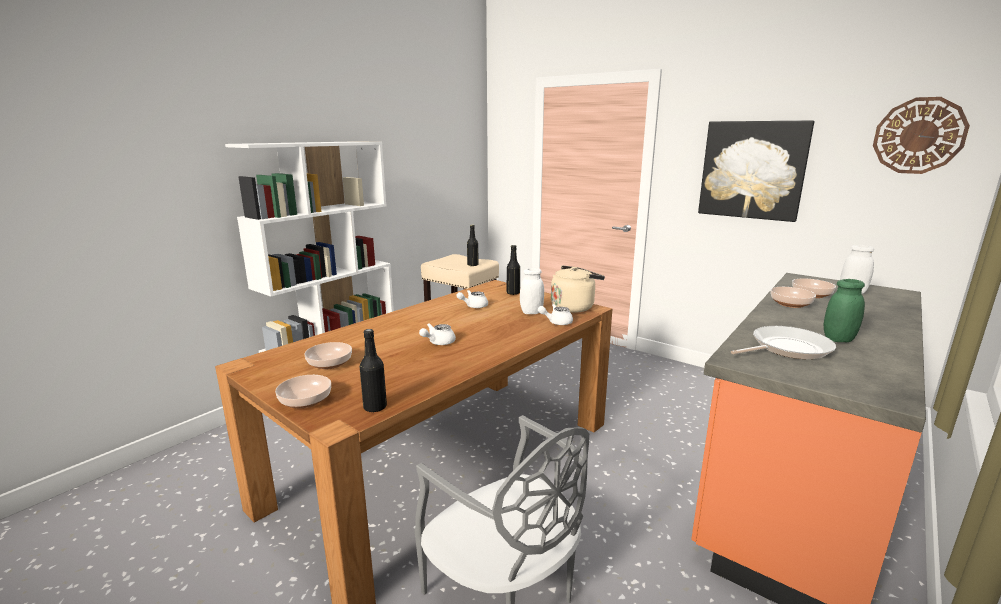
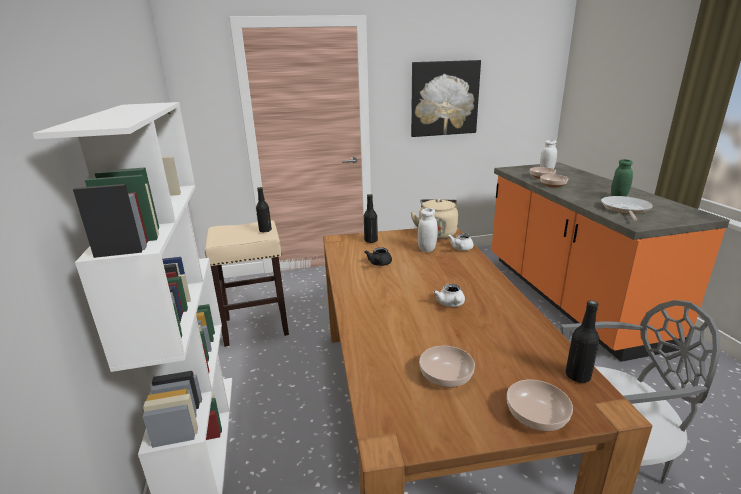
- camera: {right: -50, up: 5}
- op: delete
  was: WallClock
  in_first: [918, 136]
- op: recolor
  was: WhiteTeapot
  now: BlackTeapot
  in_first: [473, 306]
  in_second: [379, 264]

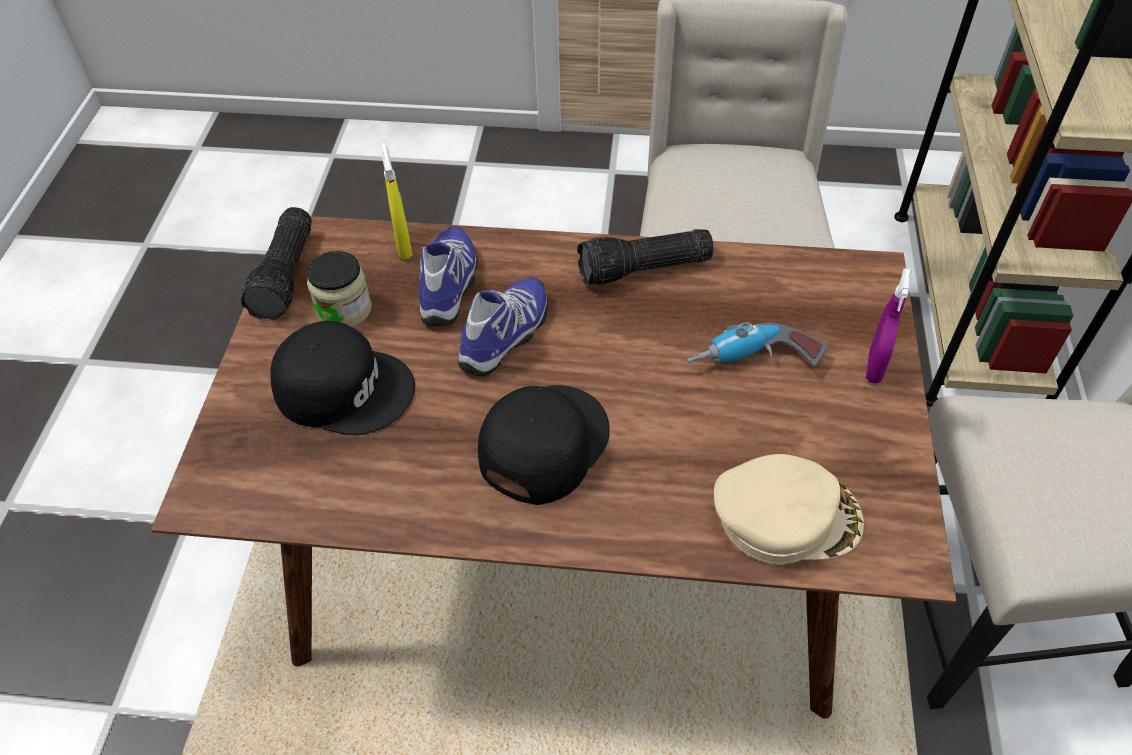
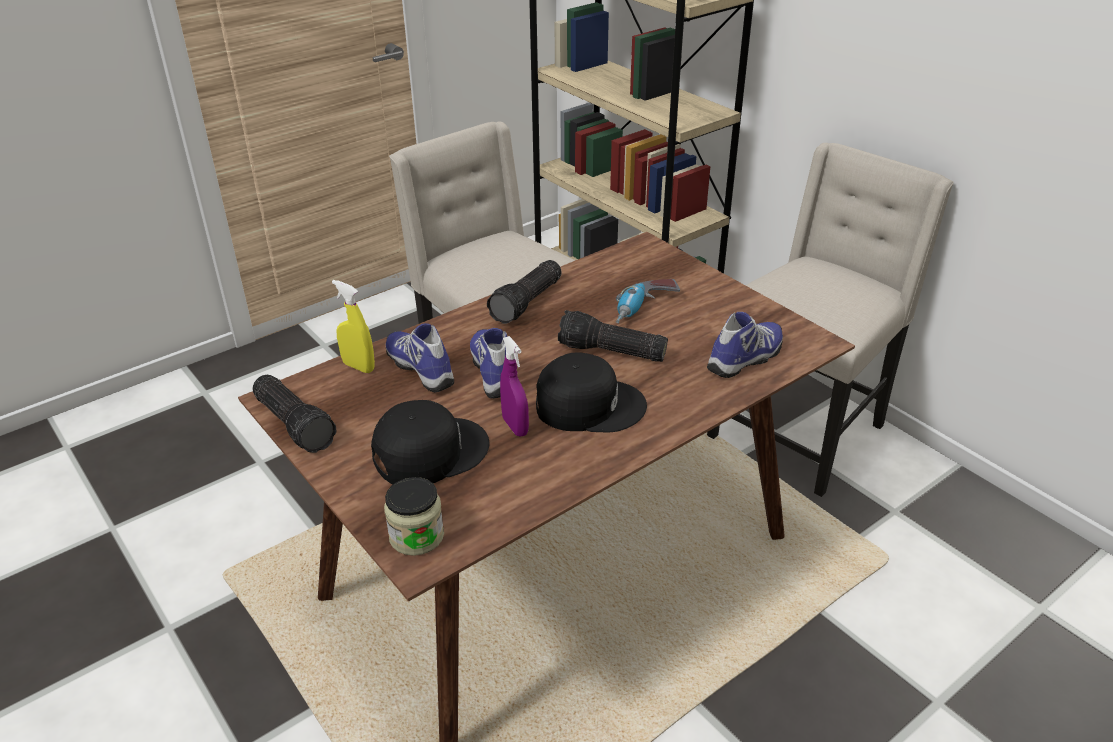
- camera: {right: -45, up: -15}
- op: insert
  now: Flashlight
  in_second: [610, 352]
- op: move
  was: Jar
  in_first: [344, 309]
  in_second: [416, 536]
- op: move
  was: PurpleSprayBottle
  in_first: [874, 367]
  in_second: [515, 426]
- op: replace
  was: BeigeCap
  now: Shoe
  in_first: [786, 515]
  in_second: [747, 359]
- op: rotate
  was: BlackCap
  in_first: [542, 443]
  in_second: [589, 404]
  clockwise: 105

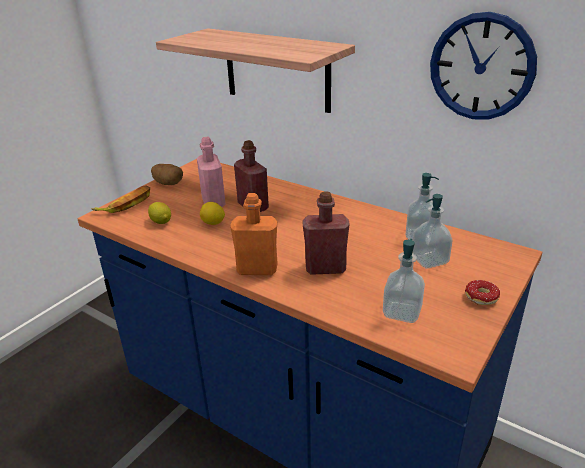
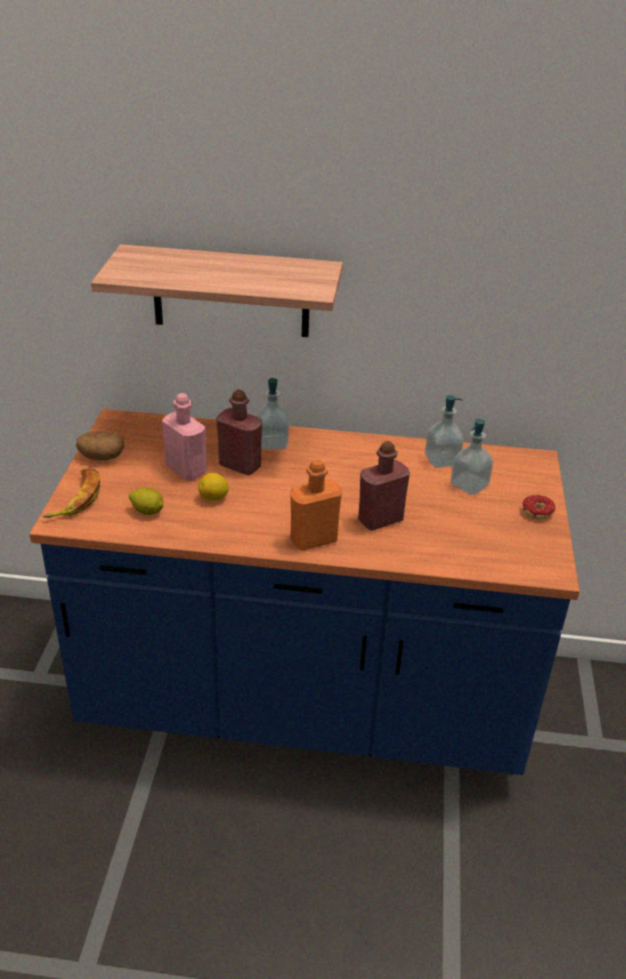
- camera: {right: -30, up: 5}
- op: delete
  was: WallClock
  in_first: [481, 67]
- op: move
  was: SoapDispenser
  in_first: [402, 312]
  in_second: [272, 443]

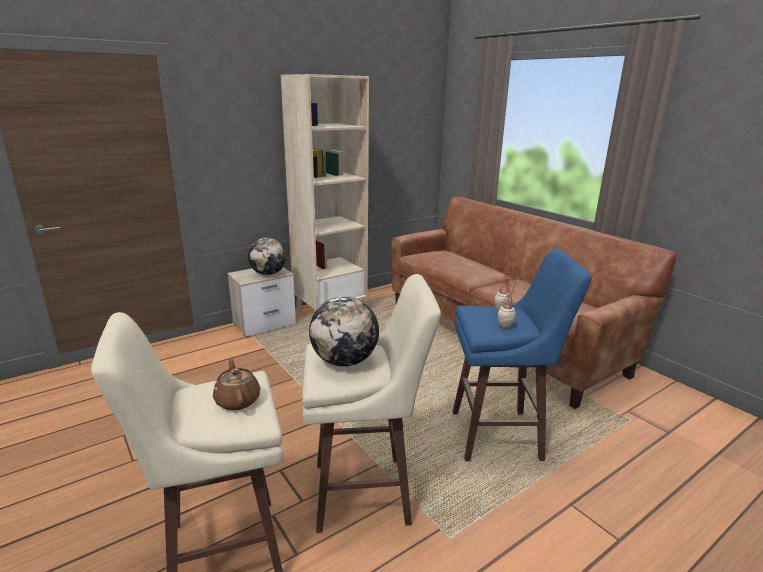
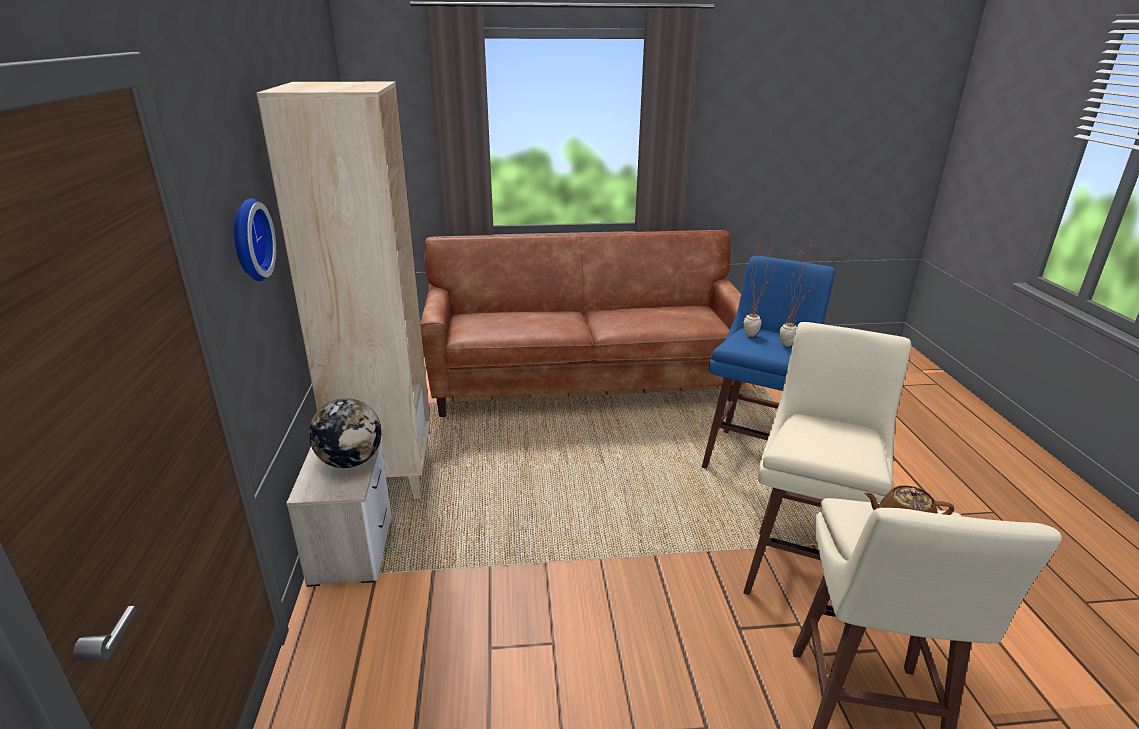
- camera: {right: -60, up: 5}
- op: delete
  was: Globe
  in_first: [344, 361]
- op: insert
  now: WallClock
  in_second: [247, 240]

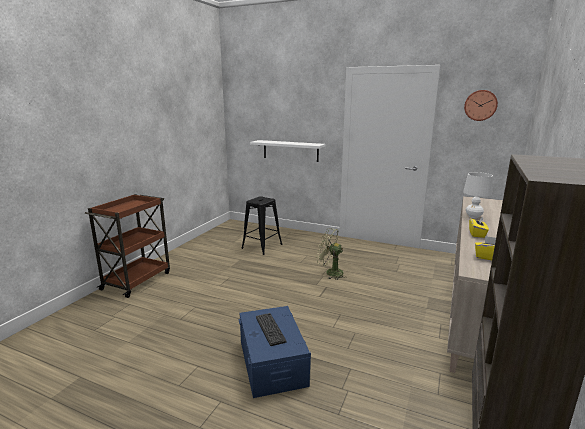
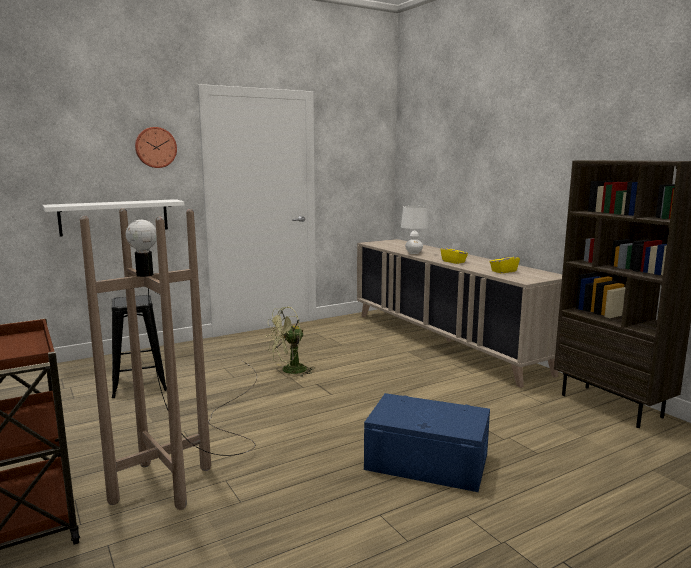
- camera: {right: -55, up: -5}
- op: delete
  was: Keyboard
  in_first: [270, 329]
- op: insert
  now: BrownFloorLamp
  in_second: [202, 445]
- op: move
  was: WallClock
  in_first: [480, 105]
  in_second: [155, 147]

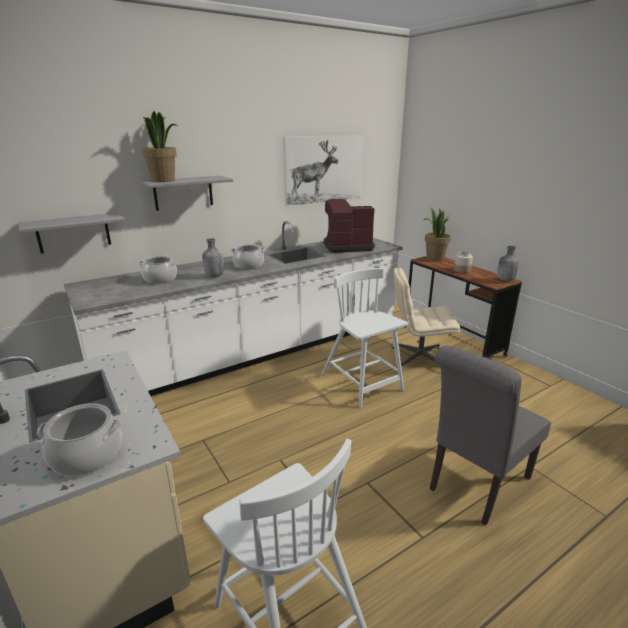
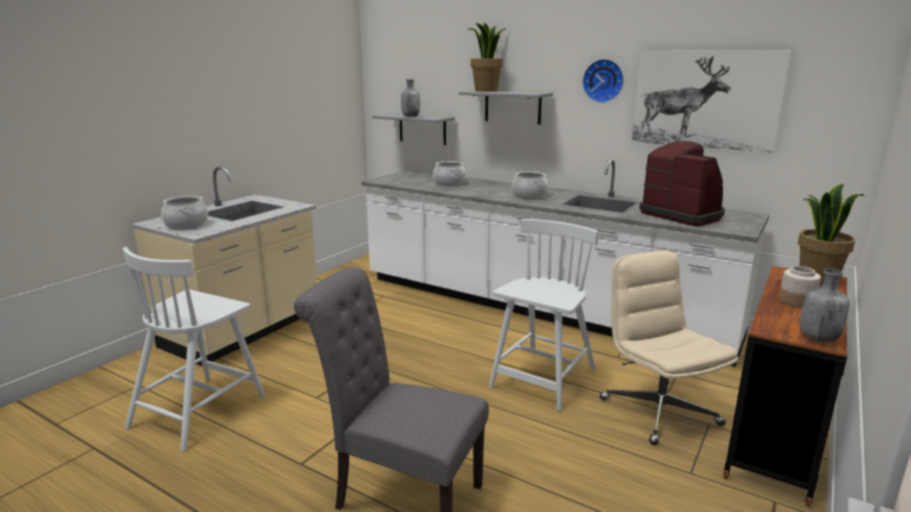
- camera: {right: 65, up: -5}
- op: insert
  now: WallClock
  in_second: [604, 80]
- op: move
  was: GreyBottle
  in_first: [214, 276]
  in_second: [410, 116]

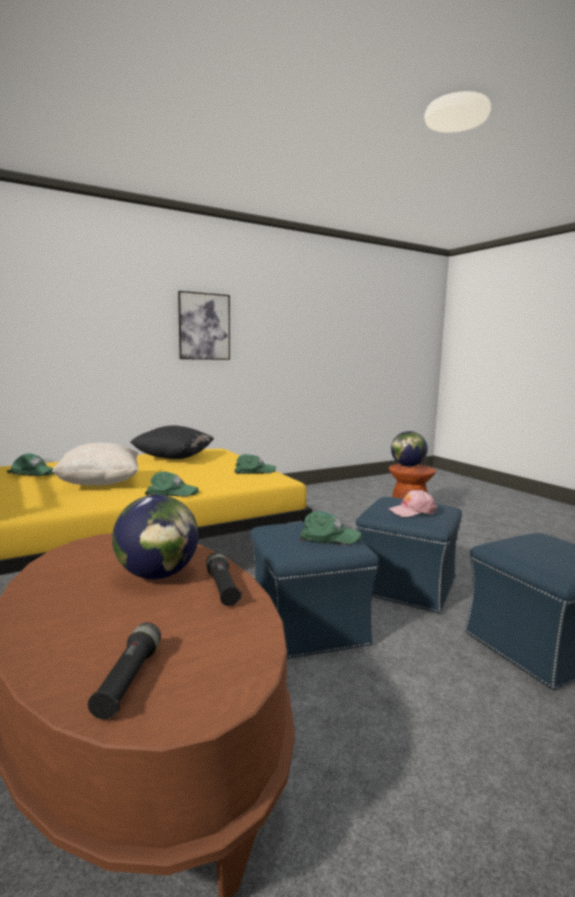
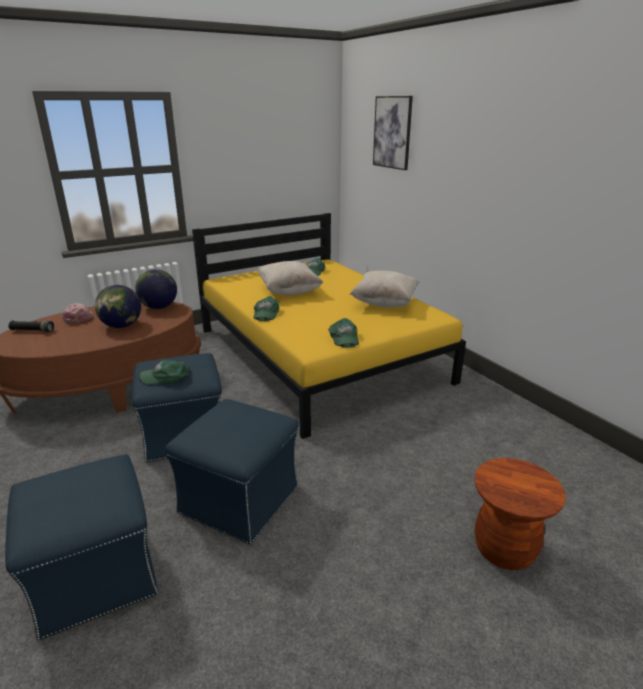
- camera: {right: 90, up: 15}
- op: delete
  was: BlackFlashlight
  in_first: [222, 588]
- op: move
  was: Picture
  in_first: [204, 326]
  in_second: [392, 132]
- op: move
  was: PinkCap
  in_first: [412, 511]
  in_second: [78, 317]
- op: move
  was: Globe
  in_first: [408, 466]
  in_second: [159, 307]
- op: recolor
  was: BlackPillow
  now: BeigePillow
  in_first: [173, 458]
  in_second: [384, 303]
- op: rotate
  was: GreenCap
  in_first: [329, 537]
  in_second: [166, 376]
  clockwise: 75

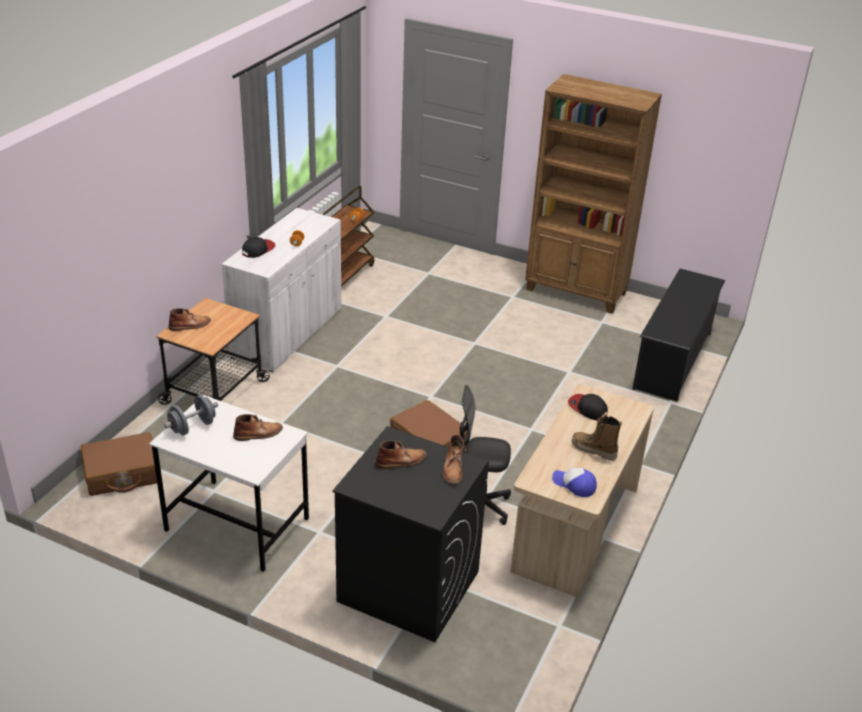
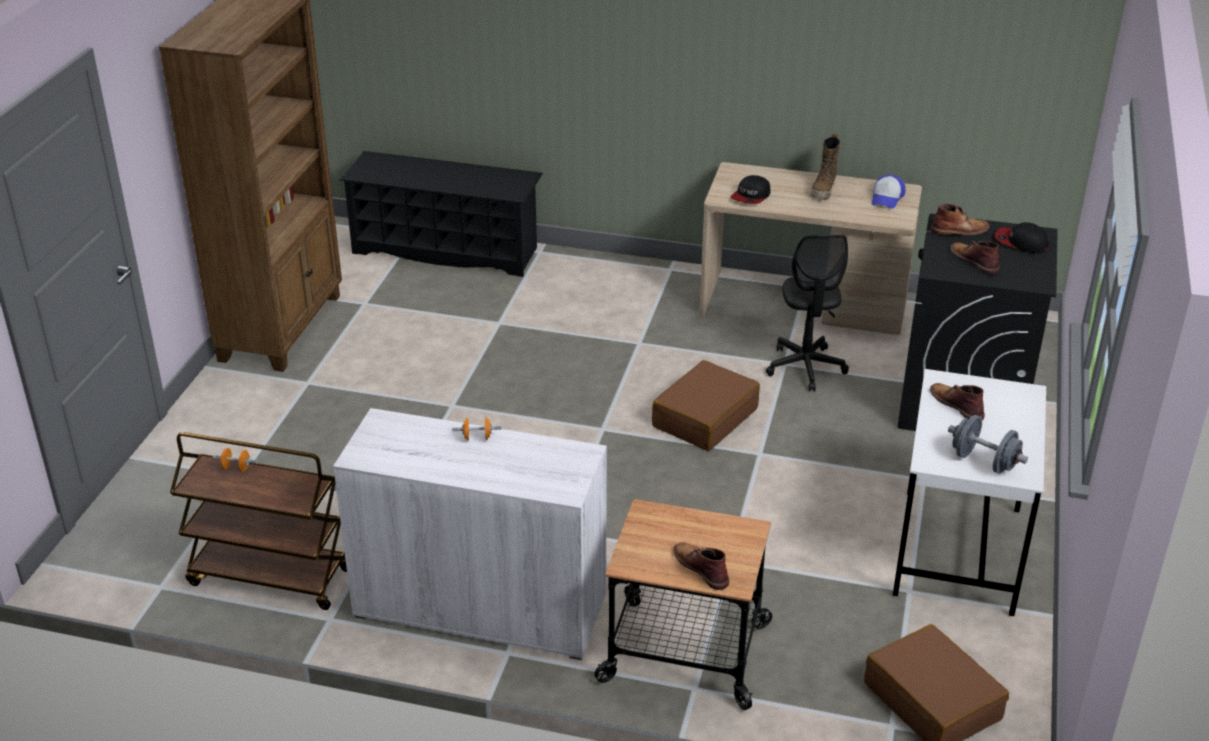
- camera: {right: -100, up: 0}
- op: move
  was: Cap
  in_first: [258, 250]
  in_second: [1020, 243]

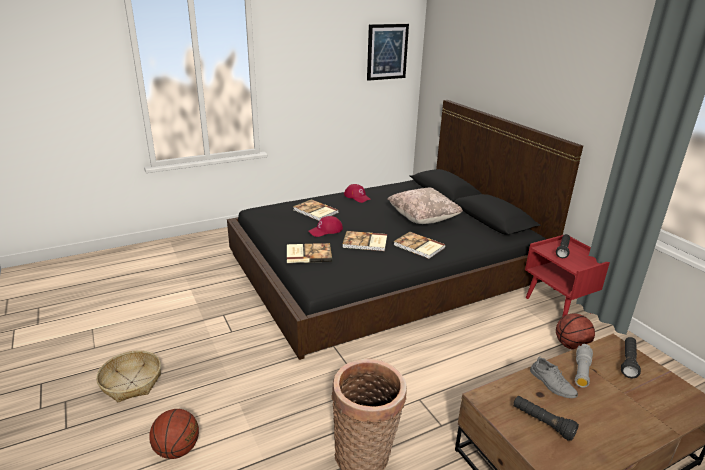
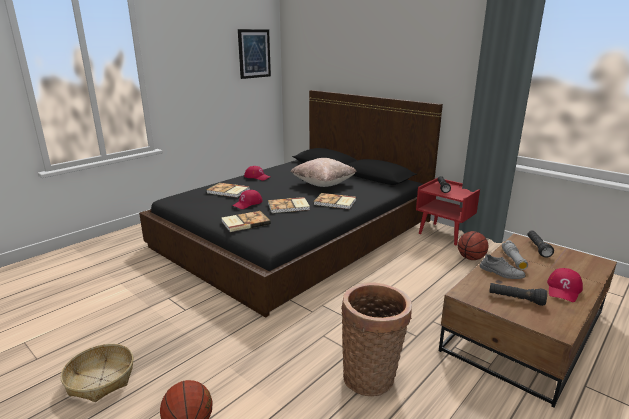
- camera: {right: -20, up: -5}
- op: insert
  now: RedCap
  in_second: [564, 289]

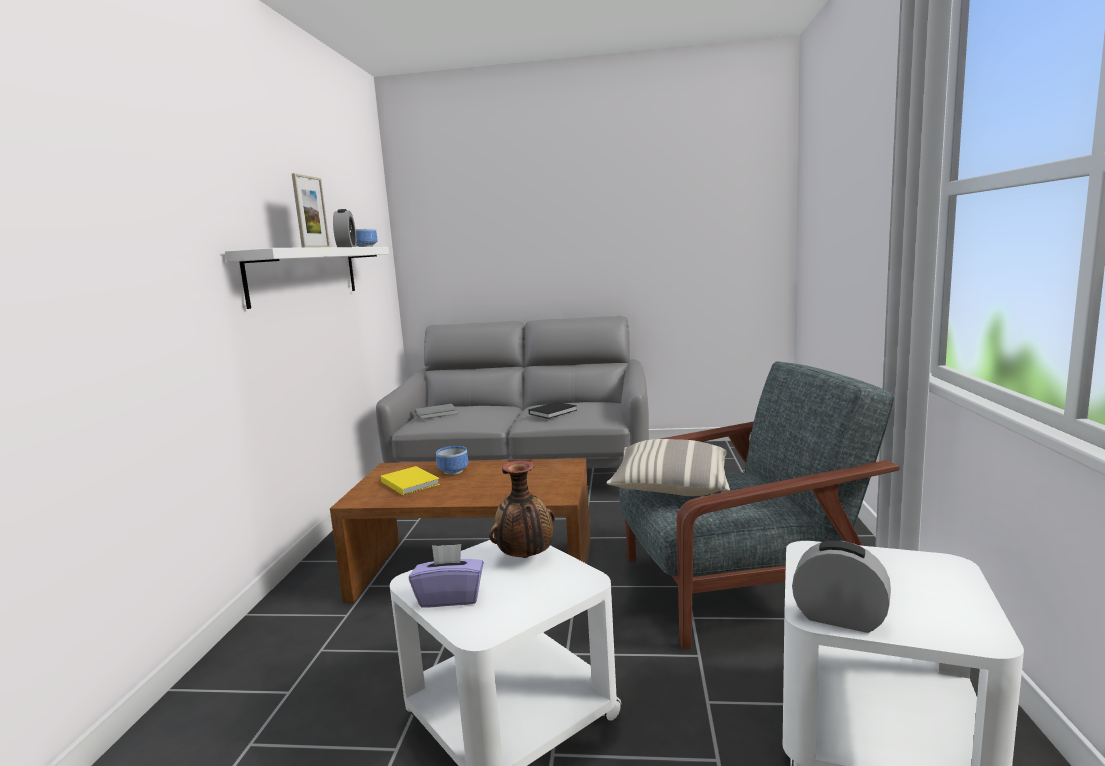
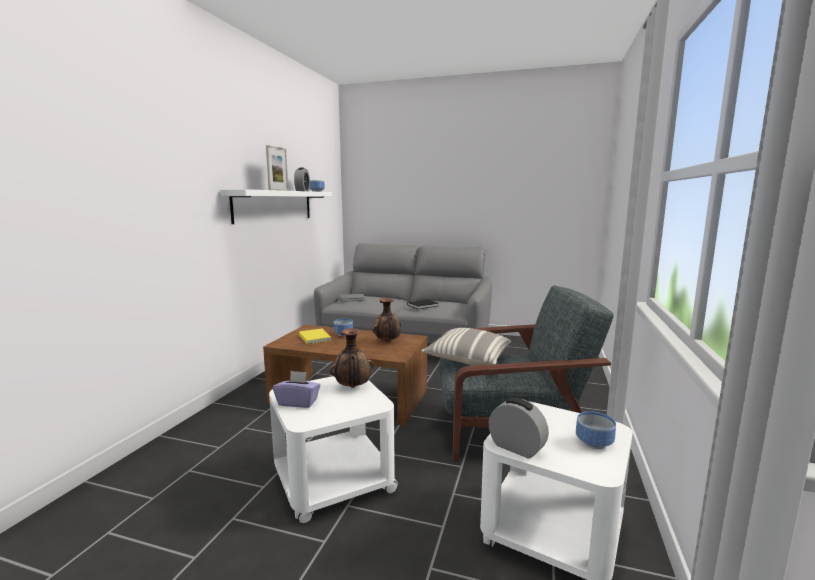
- camera: {right: 10, up: 0}
- op: insert
  now: Vase
  in_second: [387, 341]
- op: insert
  now: Bowl
  in_second: [593, 442]

